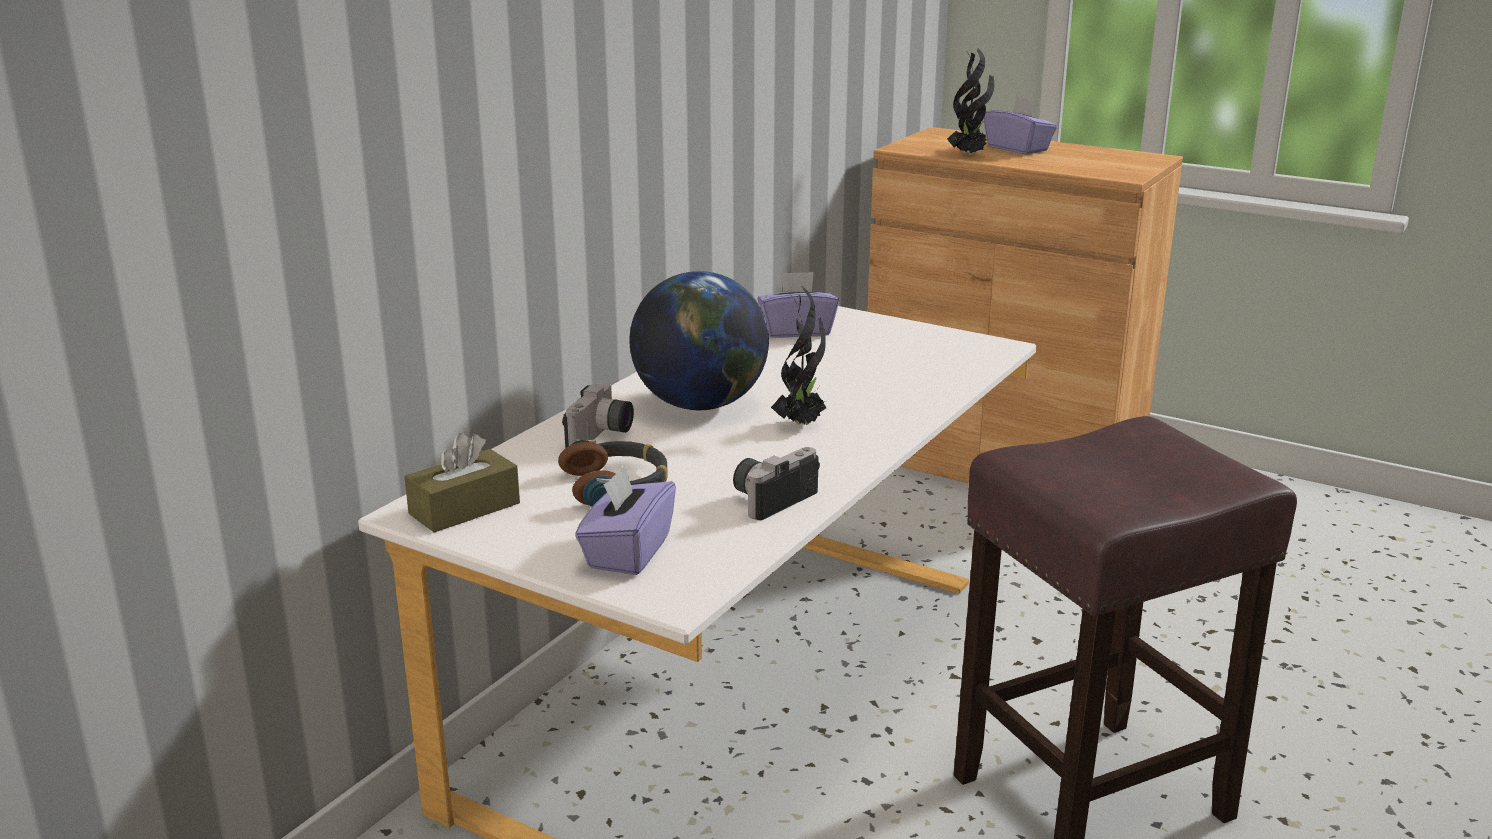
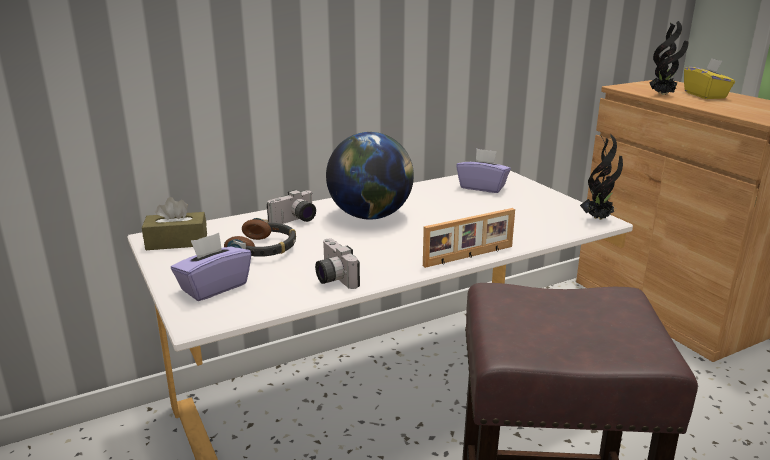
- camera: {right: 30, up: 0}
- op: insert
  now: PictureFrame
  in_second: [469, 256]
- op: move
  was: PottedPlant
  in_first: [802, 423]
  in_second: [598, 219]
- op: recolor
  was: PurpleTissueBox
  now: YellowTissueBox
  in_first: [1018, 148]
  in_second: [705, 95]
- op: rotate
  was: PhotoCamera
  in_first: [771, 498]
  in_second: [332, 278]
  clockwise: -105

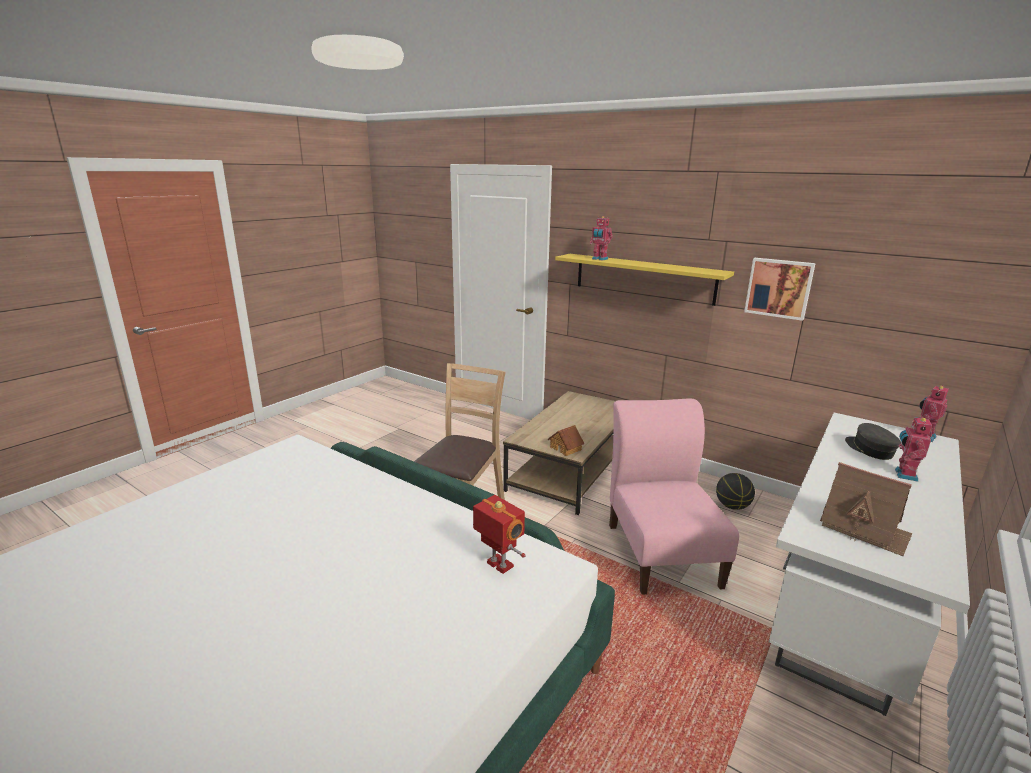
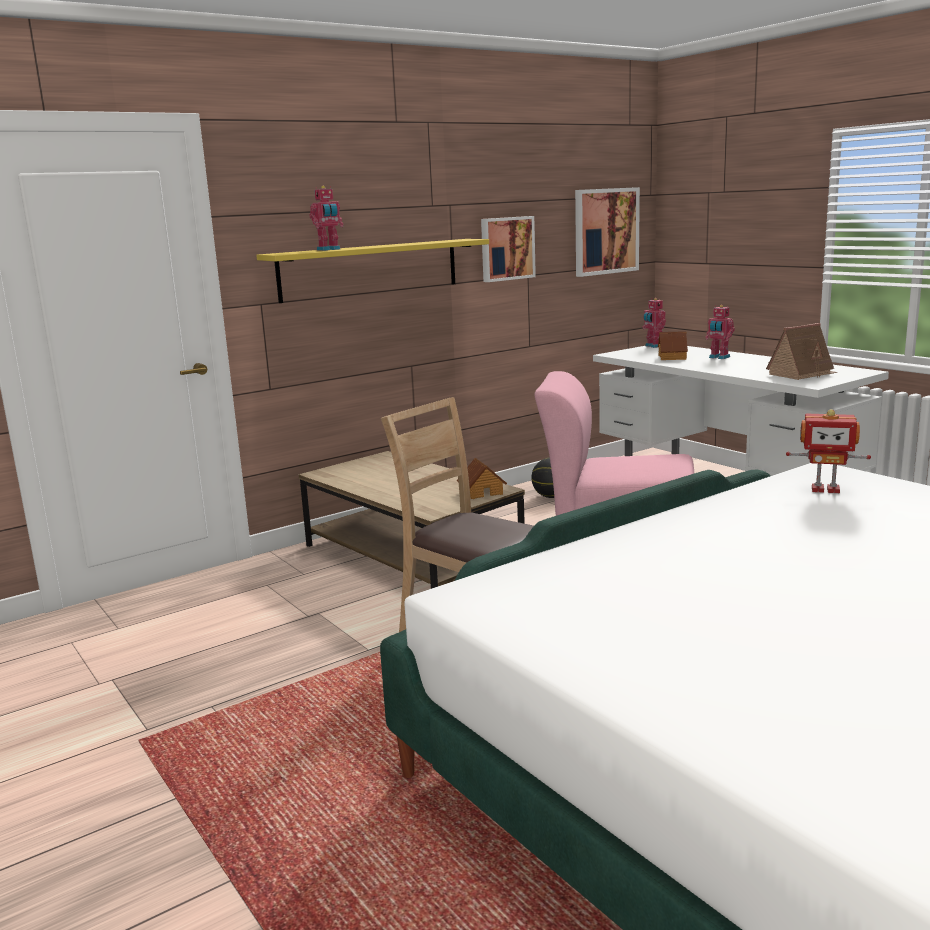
- camera: {right: -70, up: -5}
- op: insert
  now: Picture
  in_second: [606, 231]
- op: replace
  was: GreyCap
  now: ToyHouse
  in_first: [869, 449]
  in_second: [672, 357]
- op: rotate
  was: ToyRobot
  in_first: [498, 565]
  in_second: [825, 489]
  clockwise: -135

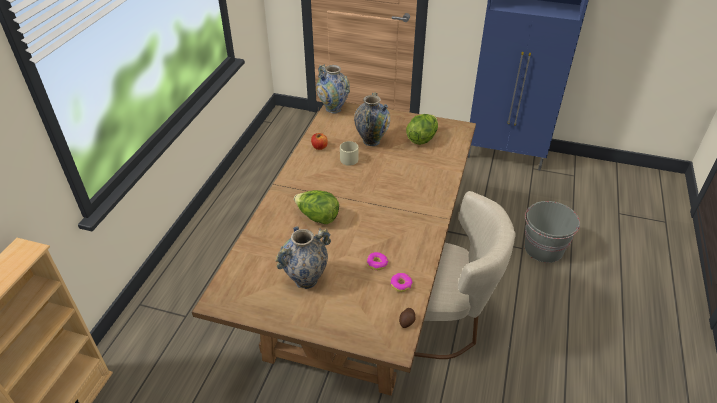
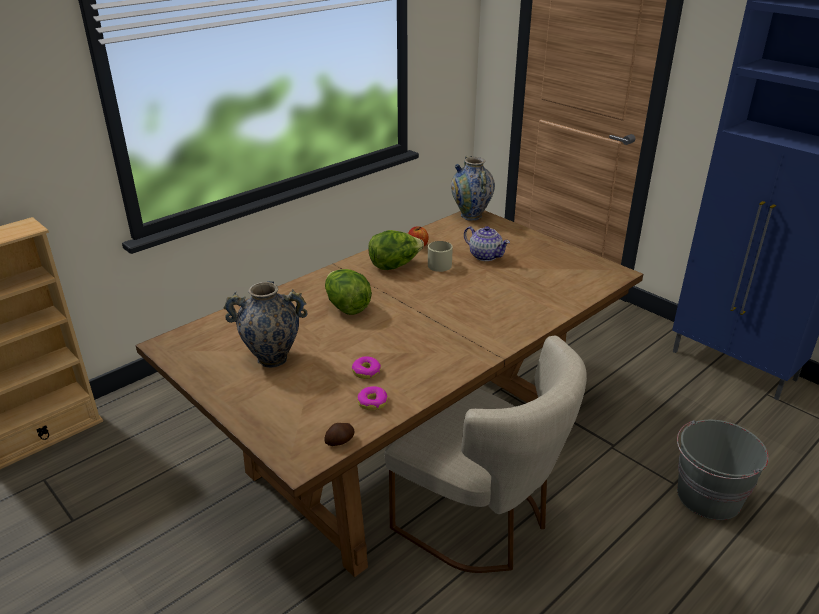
- camera: {right: 30, up: -10}
- op: move
  was: Lettuce
  in_first: [422, 138]
  in_second: [395, 265]
- op: replace
  was: Vase
  now: Teapot
  in_first: [371, 141]
  in_second: [485, 256]

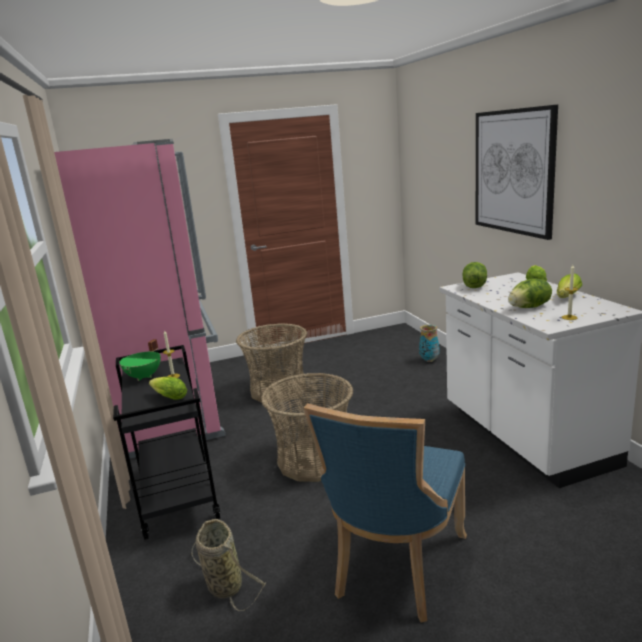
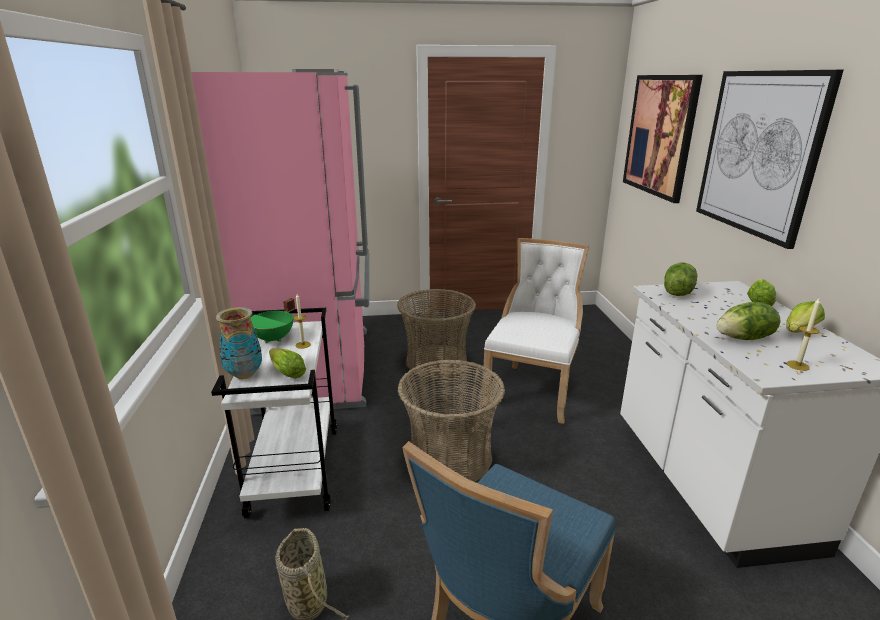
- camera: {right: 10, up: 5}
- op: insert
  now: WhiteChair
  in_second: [532, 389]
- op: insert
  now: Picture
  in_second: [659, 135]
- op: move
  was: Vase
  in_first: [429, 360]
  in_second: [244, 375]
- op: recolor
  was: BlackCart
  now: WhiteCart
  in_first: [176, 495]
  in_second: [294, 470]

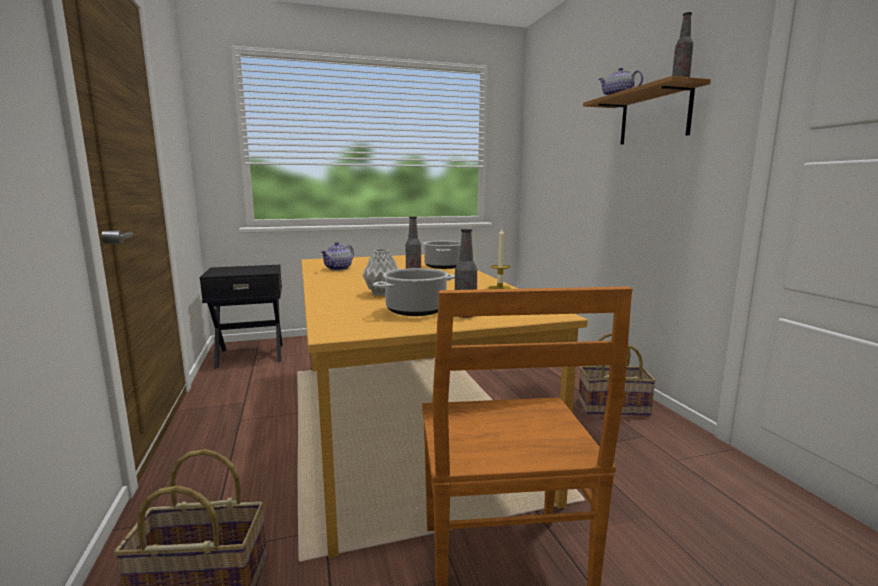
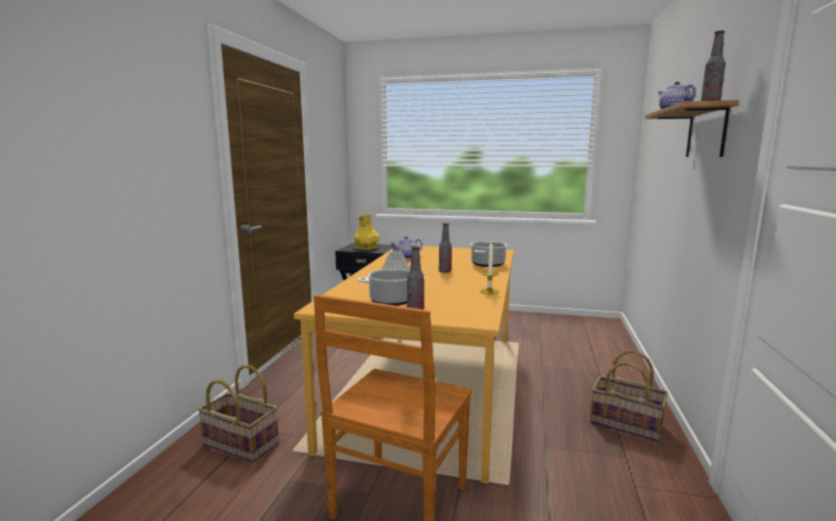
- camera: {right: 30, up: 0}
- op: insert
  now: YellowVase
  in_second: [366, 248]

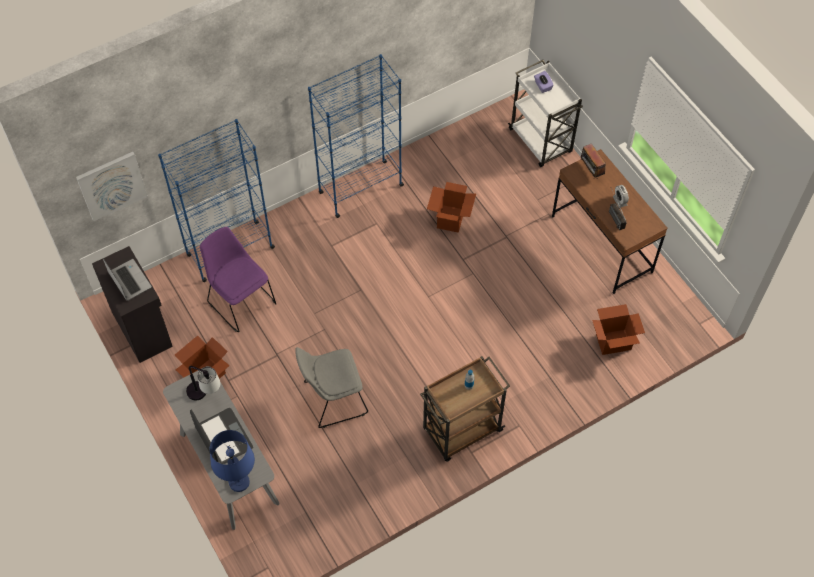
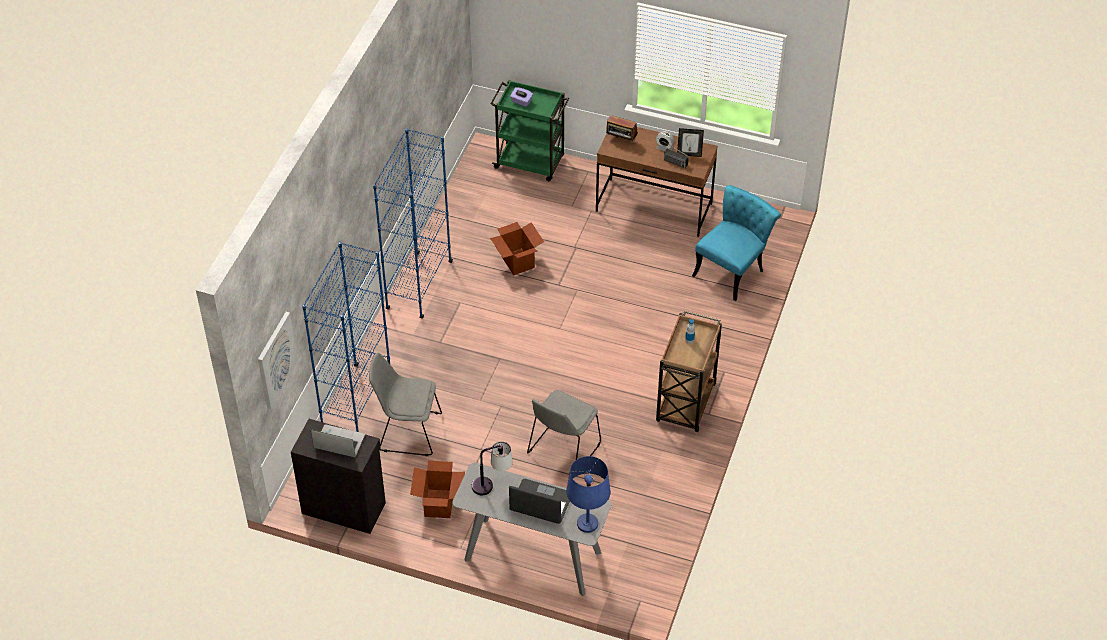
- camera: {right: -40, up: -10}
- op: insert
  now: PictureFrame
  in_second: [689, 154]
- op: replace
  was: CardboardBox
  now: TurquoiseChair
  in_first: [613, 342]
  in_second: [733, 269]
- op: recolor
  was: PurpleChair
  now: GreyChair
  in_first: [240, 301]
  in_second: [407, 431]
- op: recolor
  was: WhiteCart
  now: GreenCart
  in_first: [541, 142]
  in_second: [530, 162]

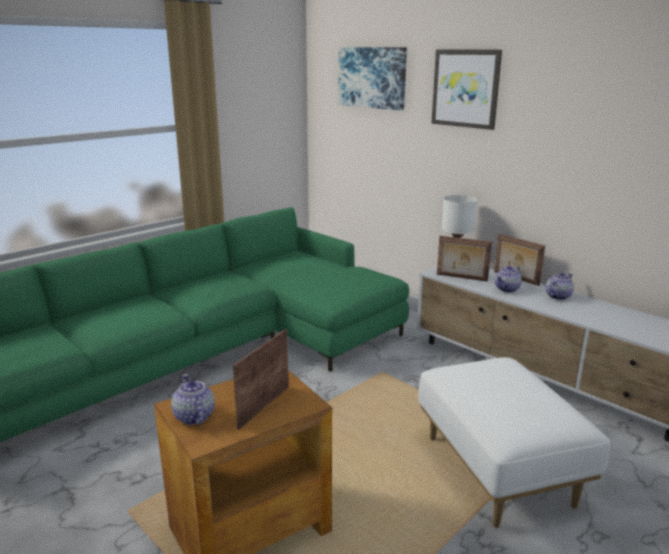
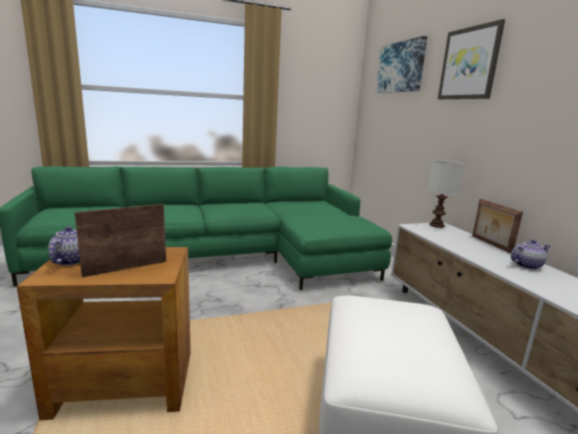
- camera: {right: 25, up: -5}
- op: delete
  was: PictureFrame
  in_first: [461, 278]
- op: delete
  was: Teapot
  in_first: [507, 289]

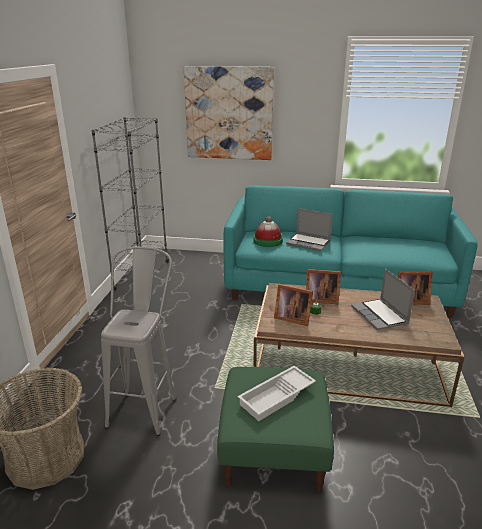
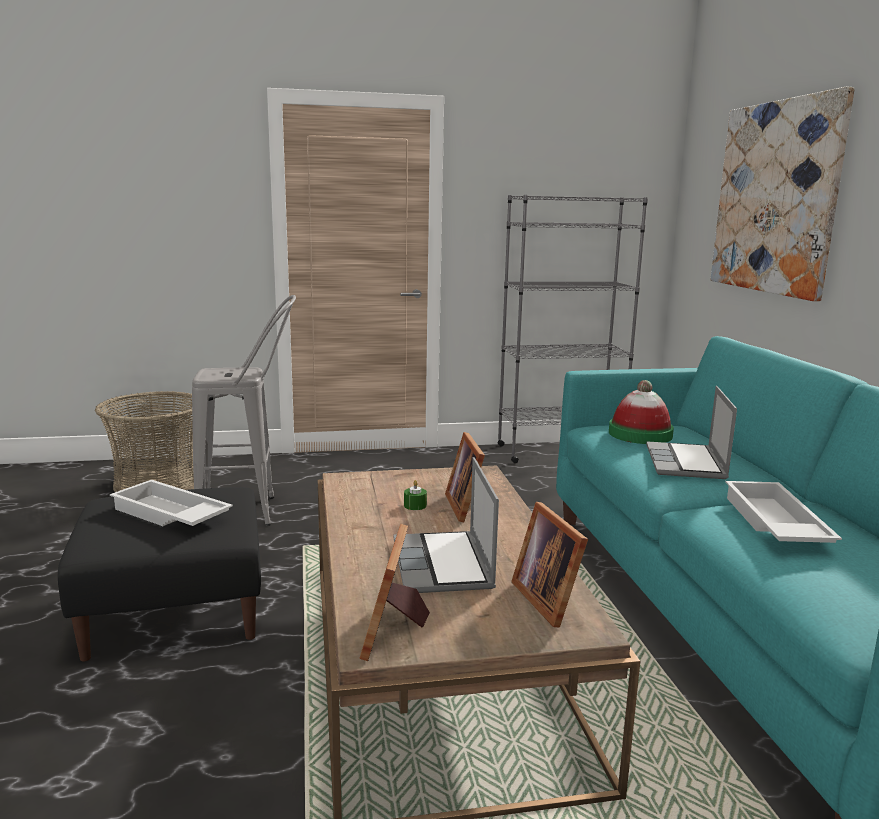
- camera: {right: 70, up: -10}
- op: insert
  now: WhiteTray
  in_second: [772, 524]
- op: move
  was: PictureFrame
  in_first: [291, 318]
  in_second: [394, 631]
- op: recolor
  was: GreenOttoman
  now: BlackOttoman
  in_first: [273, 448]
  in_second: [176, 609]
- op: rotate
  was: Laptop
  in_first: [380, 315]
  in_second: [444, 565]
  clockwise: -60

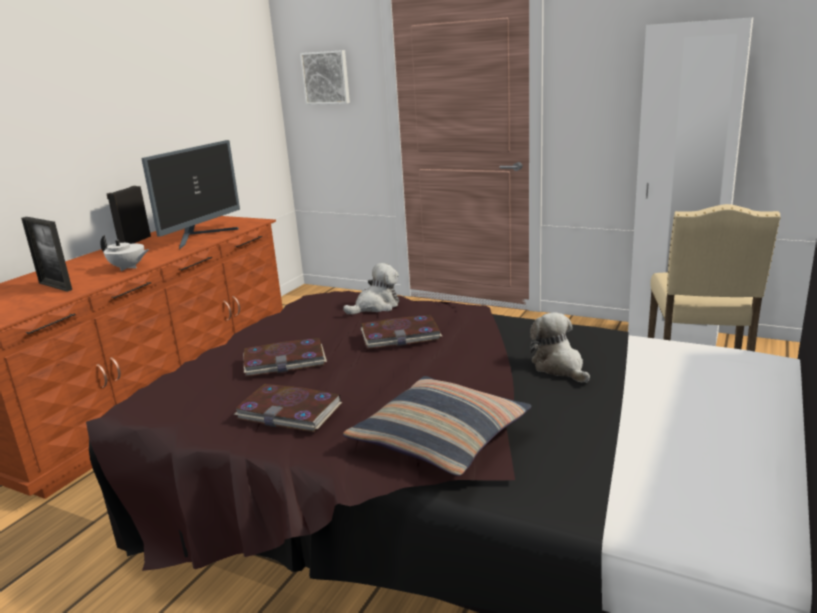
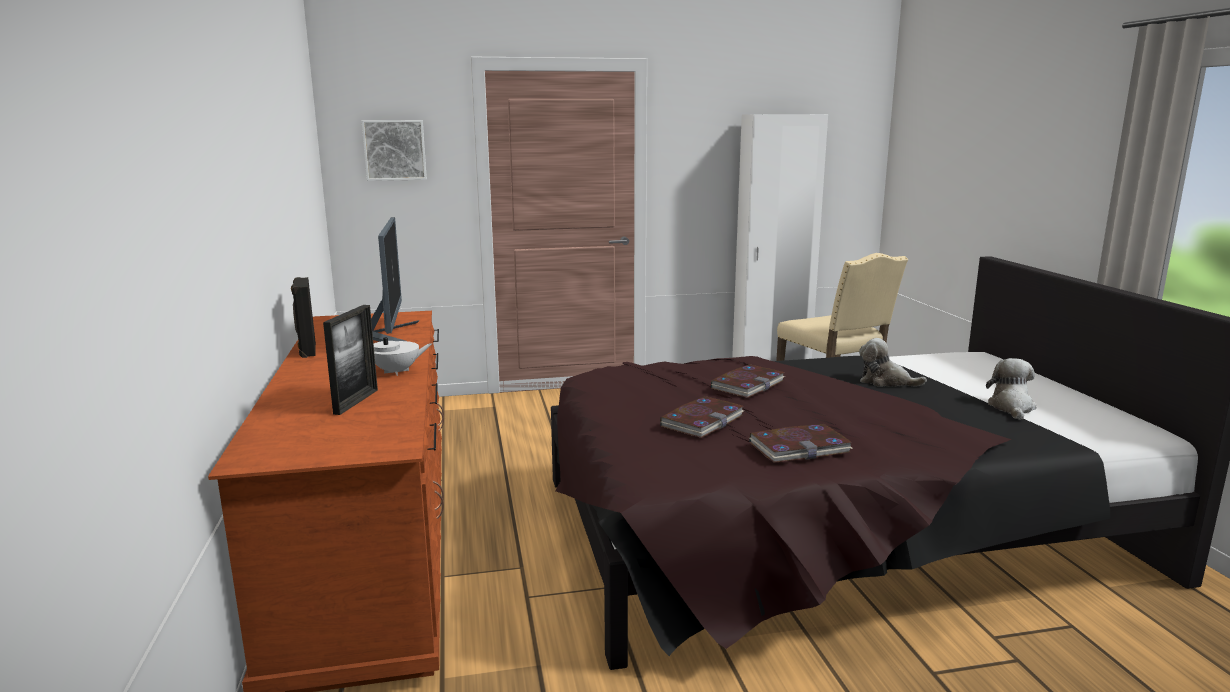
- camera: {right: -40, up: -5}
- op: delete
  was: Pillow
  in_first: [440, 438]
- op: move
  was: PlushToy
  in_first: [376, 306]
  in_second: [1011, 408]
- op: rotate
  was: PictureFrame
  in_first: [55, 286]
  in_second: [356, 401]
  clockwise: -75

